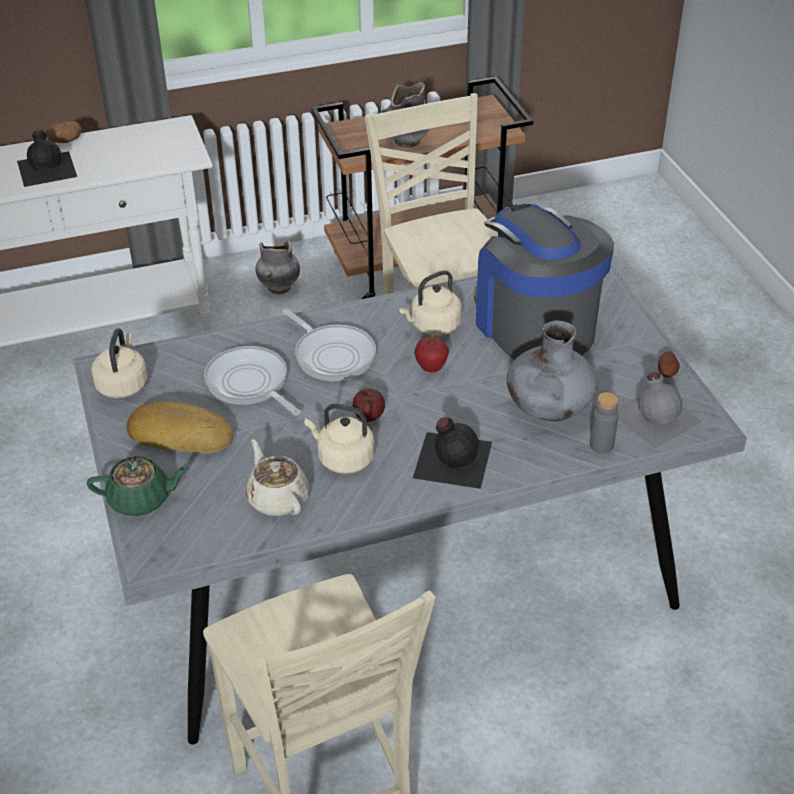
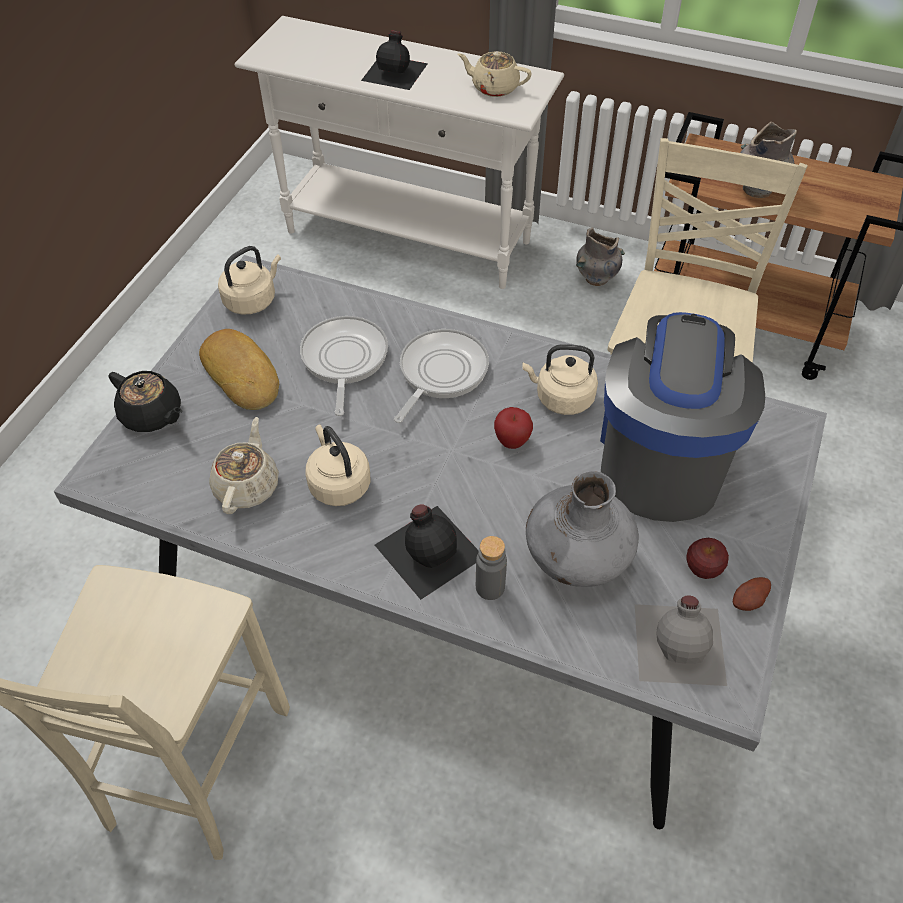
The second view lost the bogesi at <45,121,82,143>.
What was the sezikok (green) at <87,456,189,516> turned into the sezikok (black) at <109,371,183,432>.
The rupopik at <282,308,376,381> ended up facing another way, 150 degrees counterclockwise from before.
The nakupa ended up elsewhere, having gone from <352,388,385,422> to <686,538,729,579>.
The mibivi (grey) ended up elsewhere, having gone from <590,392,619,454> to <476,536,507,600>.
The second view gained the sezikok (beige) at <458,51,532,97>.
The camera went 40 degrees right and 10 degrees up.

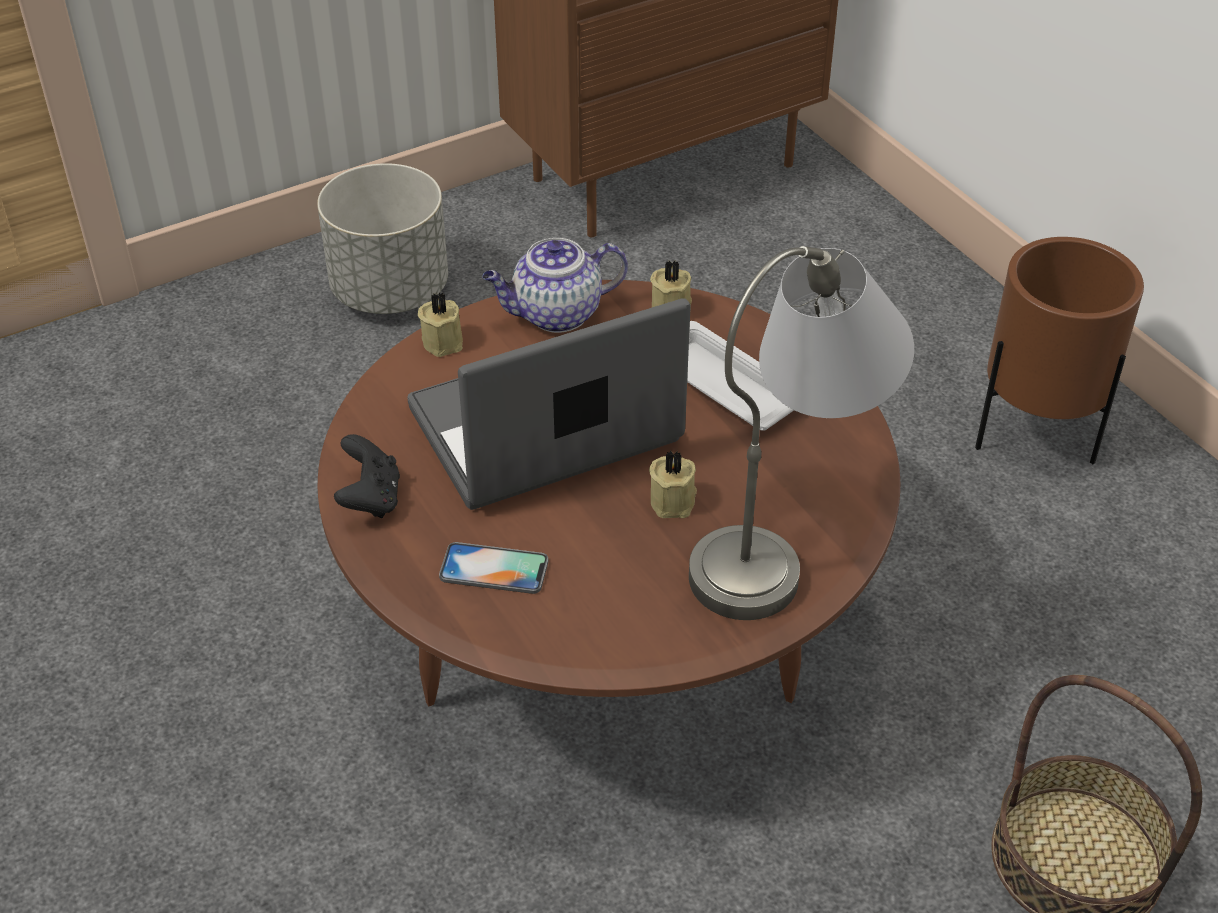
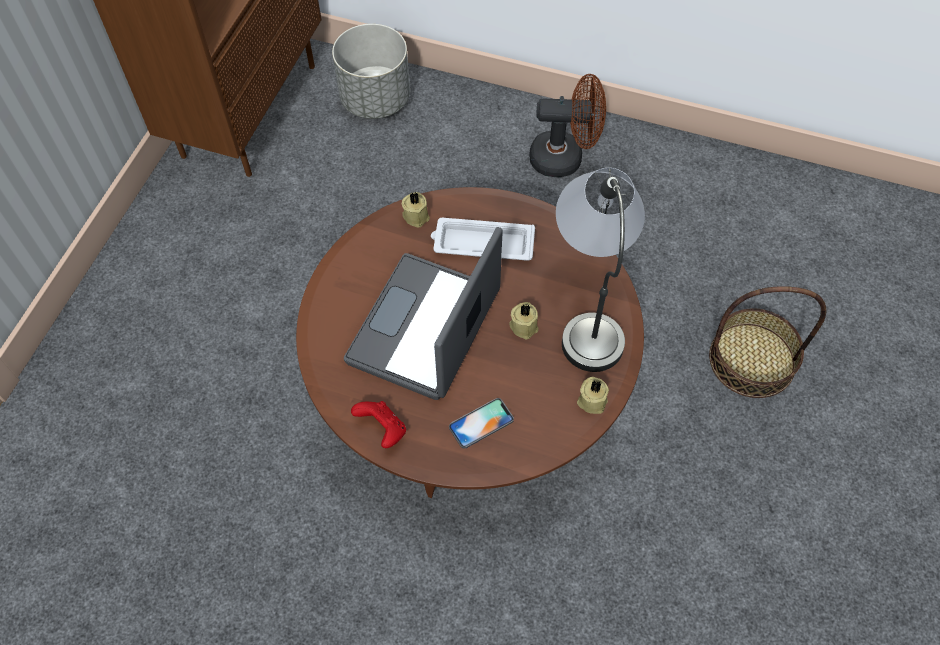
The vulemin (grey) ended up elsewhere, having gone from <317,163,448,314> to <332,24,410,119>.
What was the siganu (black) at <334,434,400,518> turned into the siganu (red) at <351,401,406,448>.
The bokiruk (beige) ended up elsewhere, having gone from <418,292,463,357> to <577,377,609,414>.
The second view lost the sezikok at <482,238,628,333>.
Where the vulemin (brown) stood at <975,237,1144,464>, the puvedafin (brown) came to stand at <529,74,606,177>.
The camera went 40 degrees left and 15 degrees up.

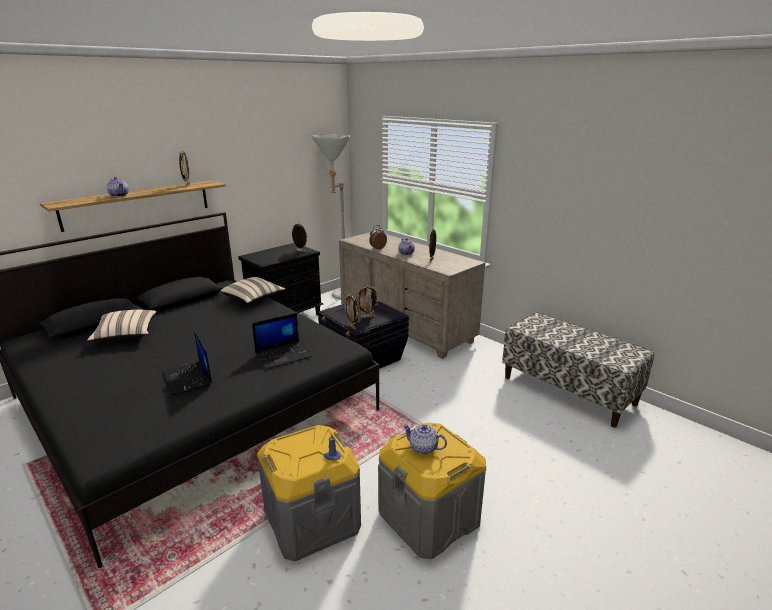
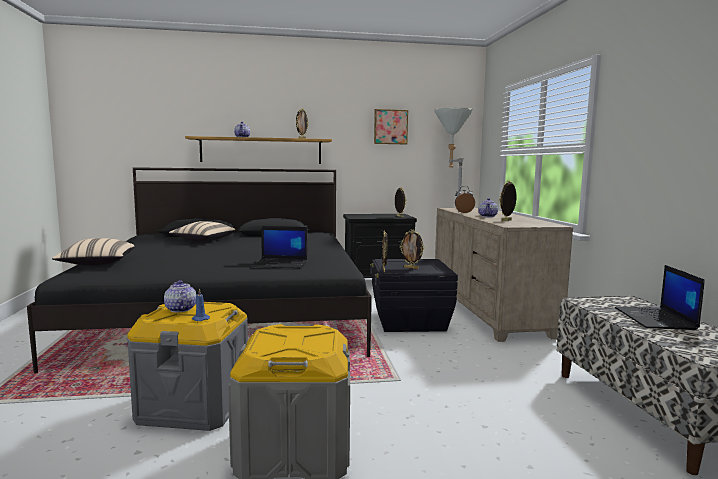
The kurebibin ended up elsewhere, having gone from <162,330,212,396> to <615,265,705,330>.
The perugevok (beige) ended up elsewhere, having gone from <220,277,285,303> to <52,238,135,266>.
The sezikok ended up elsewhere, having gone from <402,424,447,455> to <164,280,196,313>.
The second view gained the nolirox at <374,109,408,144>.
The camera went 35 degrees right and 15 degrees down.

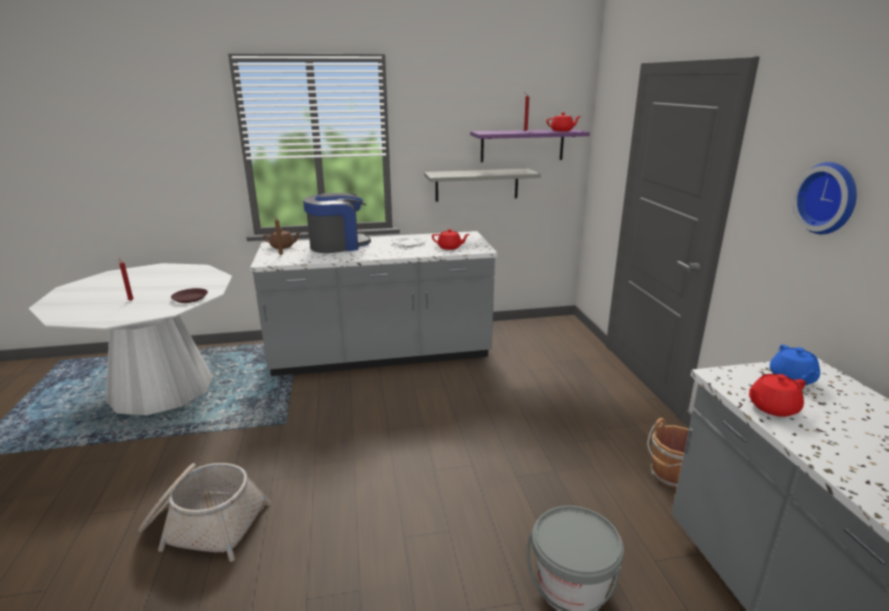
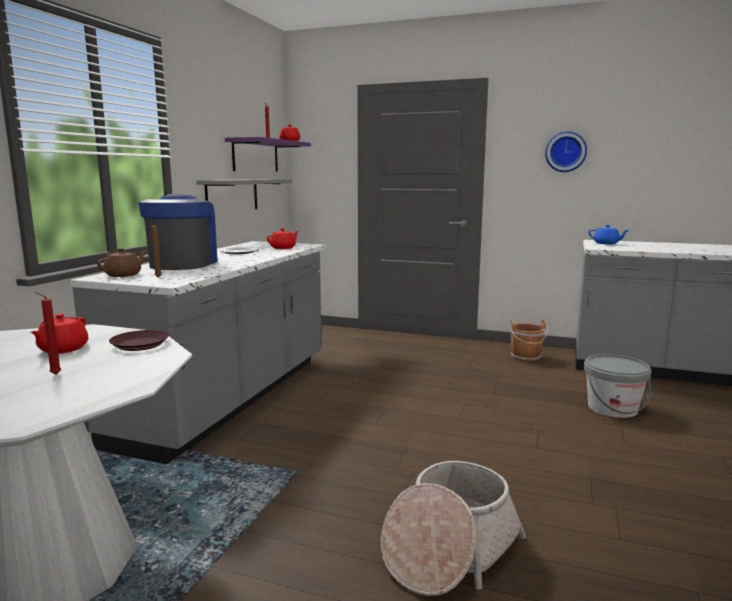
The sezikok (red) ended up elsewhere, having gone from <749,374,806,417> to <30,313,88,354>.
The camera went 60 degrees left and 10 degrees down.

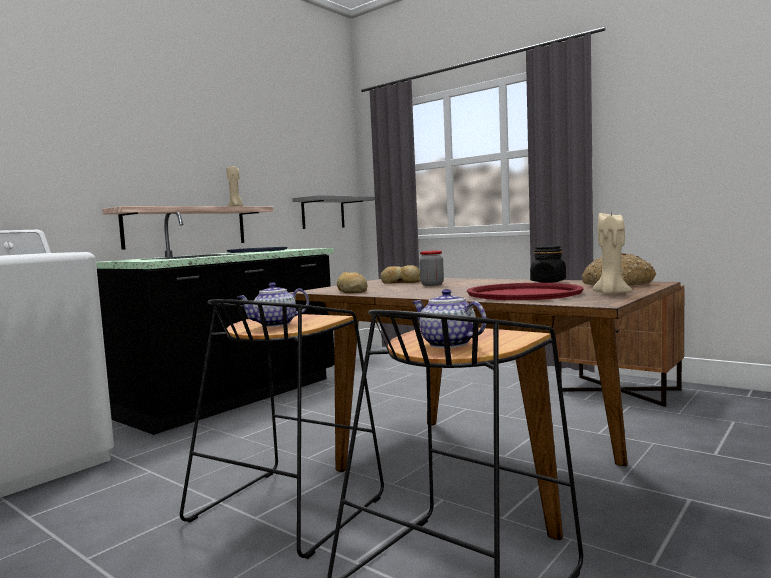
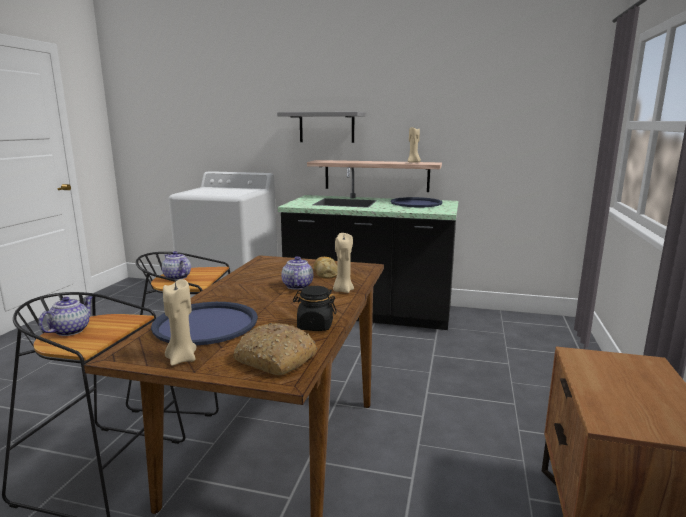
The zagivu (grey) ended up elsewhere, having gone from <292,195,375,229> to <277,112,365,143>.
The second view lost the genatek at <337,272,367,293>.
Where the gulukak stood at <419,250,444,286>, the sezikok came to stand at <281,256,313,290>.
What was the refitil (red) at <467,283,584,300> turned into the refitil (blue) at <151,302,258,345>.
The second view gained the bokiruk (beige) at <333,233,354,293>.
The camera went 65 degrees right and 10 degrees up.

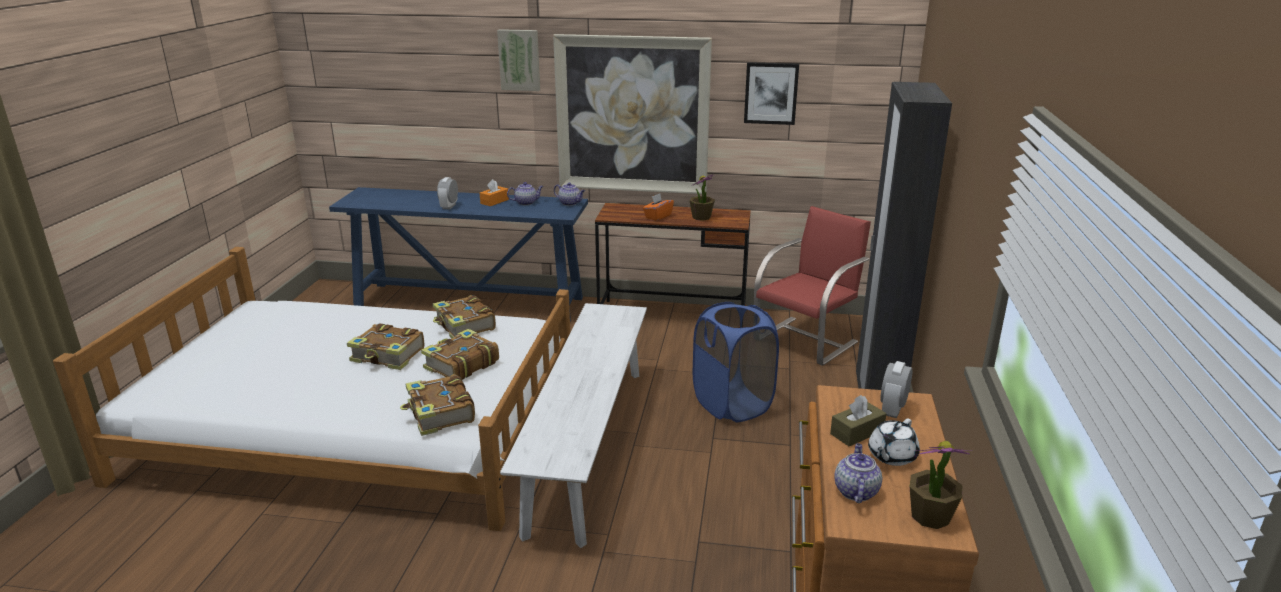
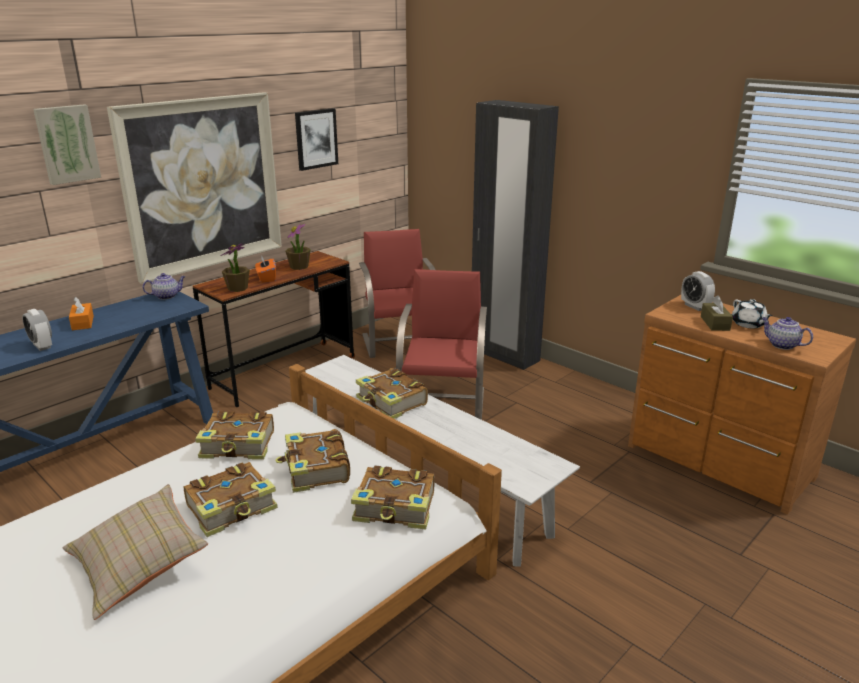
The second view lost the sezikok at <507,182,543,205>.
Where the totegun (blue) stood at <693,302,779,422>, the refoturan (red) came to stand at <396,269,487,420>.
The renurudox ended up elsewhere, having gone from <910,441,973,529> to <221,243,250,292>.
The second view gained the perugevok (beige) at <63,484,208,620>.
The second view gained the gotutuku at <356,368,428,419>.
The camera went 55 degrees left and 0 degrees up.

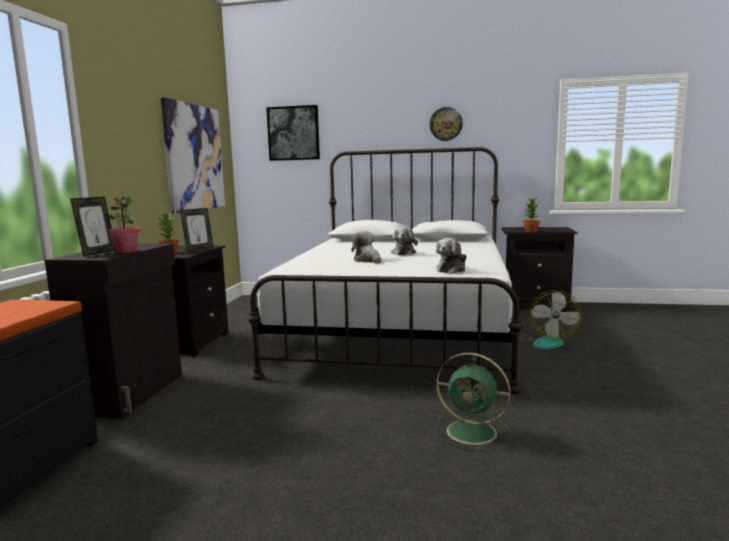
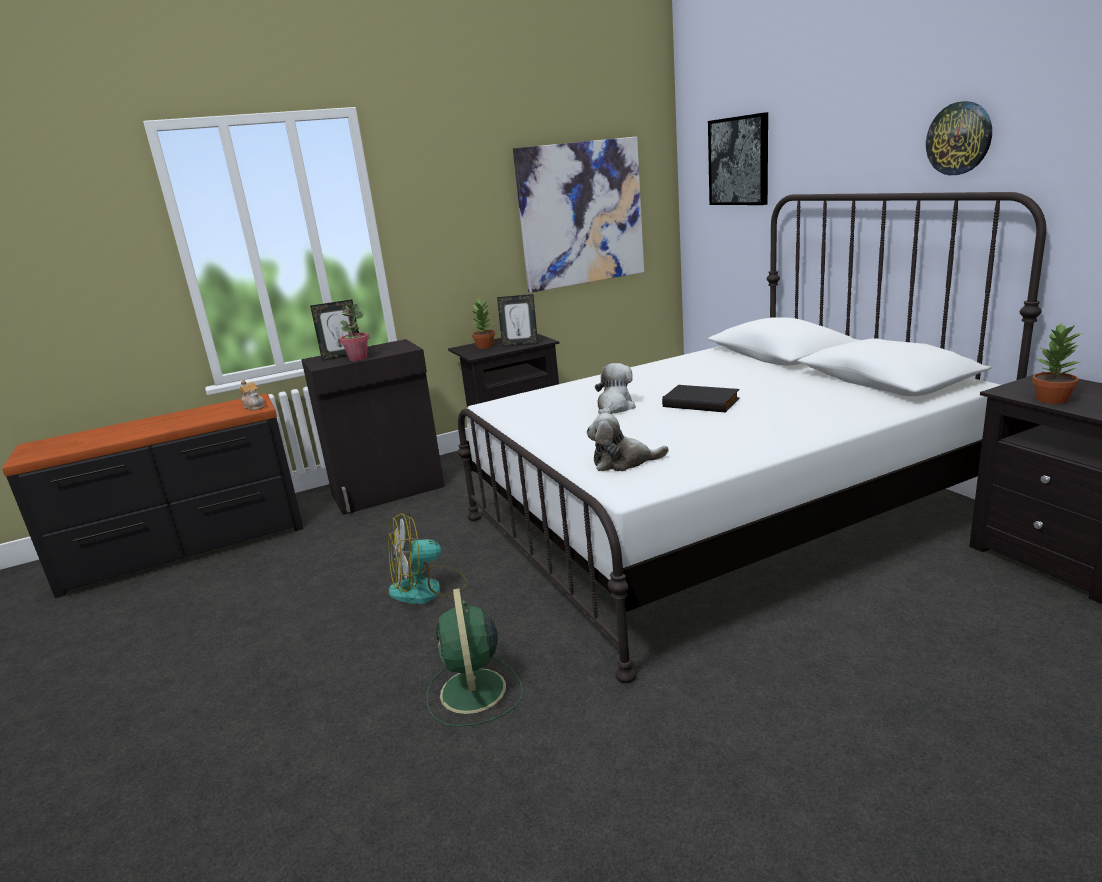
Where the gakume stood at <391,227,418,255>, the gotutuku (black) came to stand at <662,385,740,412>.
The puvedafin ended up elsewhere, having gone from <519,290,581,349> to <388,513,467,604>.
The second view gained the sezikok at <239,380,265,410>.
The camera went 55 degrees right and 10 degrees up.

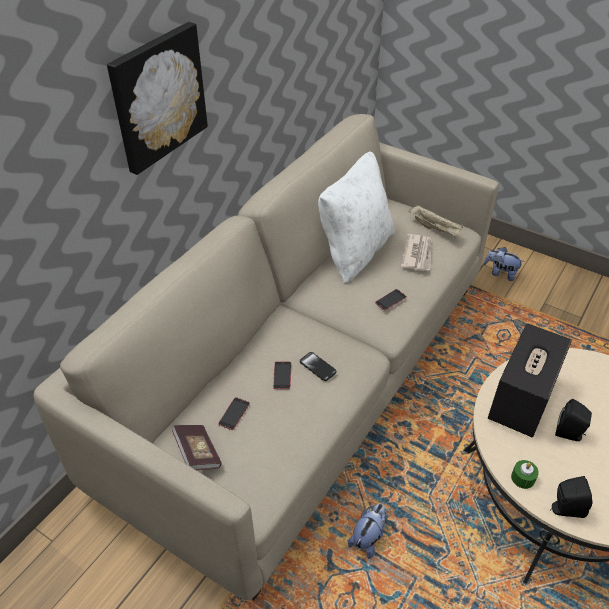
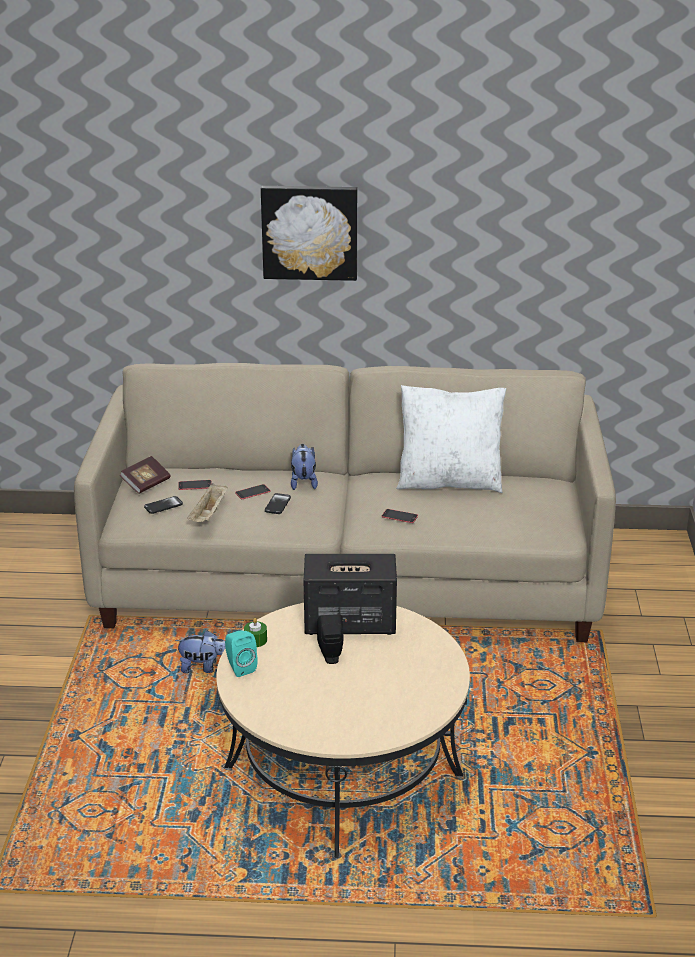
The second view lost the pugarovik at <401,234,432,271>.
The refitil (beige) ended up elsewhere, having gone from <408,205,463,236> to <187,483,228,522>.
The gakume ended up elsewhere, having gone from <483,247,525,281> to <291,444,318,490>.
What was the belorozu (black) at <550,476,593,518> turned into the belorozu (turquoise) at <225,631,258,677>.
The second view gained the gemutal at <144,496,183,514>.
The camera went 60 degrees right and 15 degrees down.

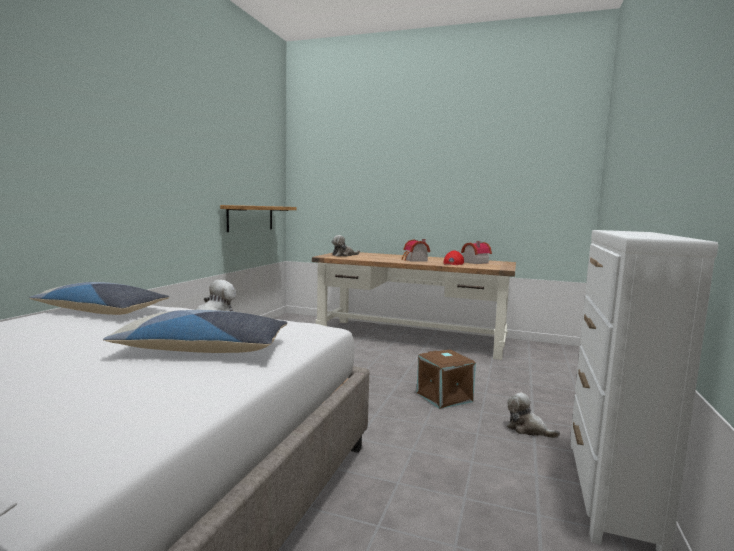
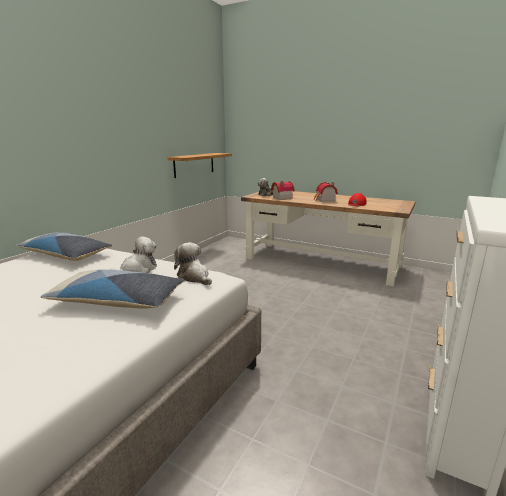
The second view lost the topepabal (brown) at <417,350,476,409>.
The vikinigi ended up elsewhere, having gone from <461,241,492,264> to <271,181,295,200>.
The gakume ended up elsewhere, having gone from <507,393,560,438> to <174,242,212,285>.
The camera went 10 degrees right and 10 degrees up.

